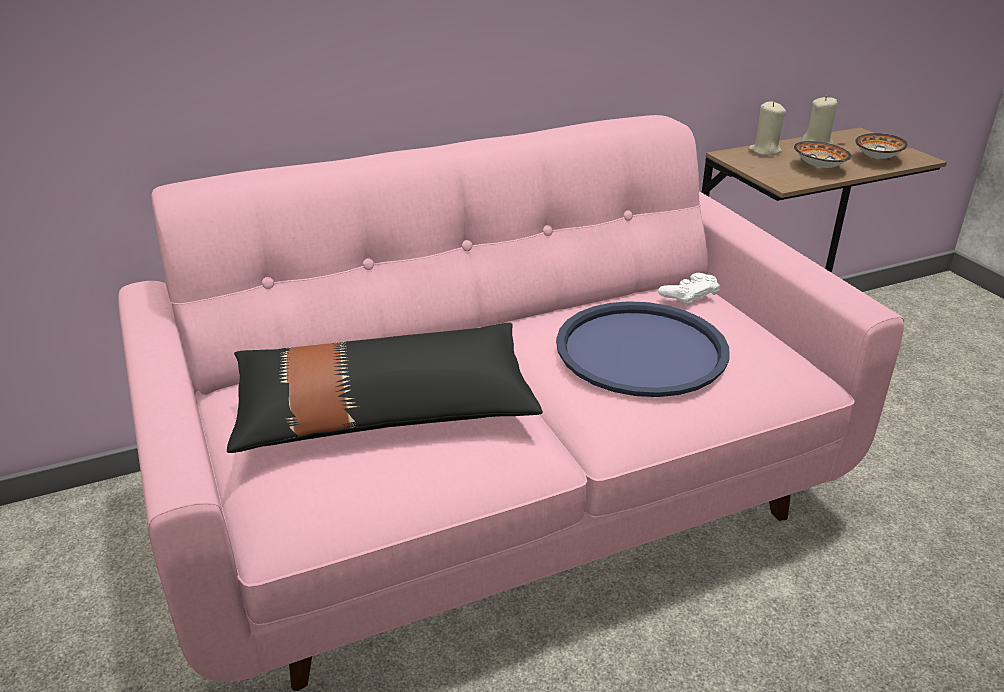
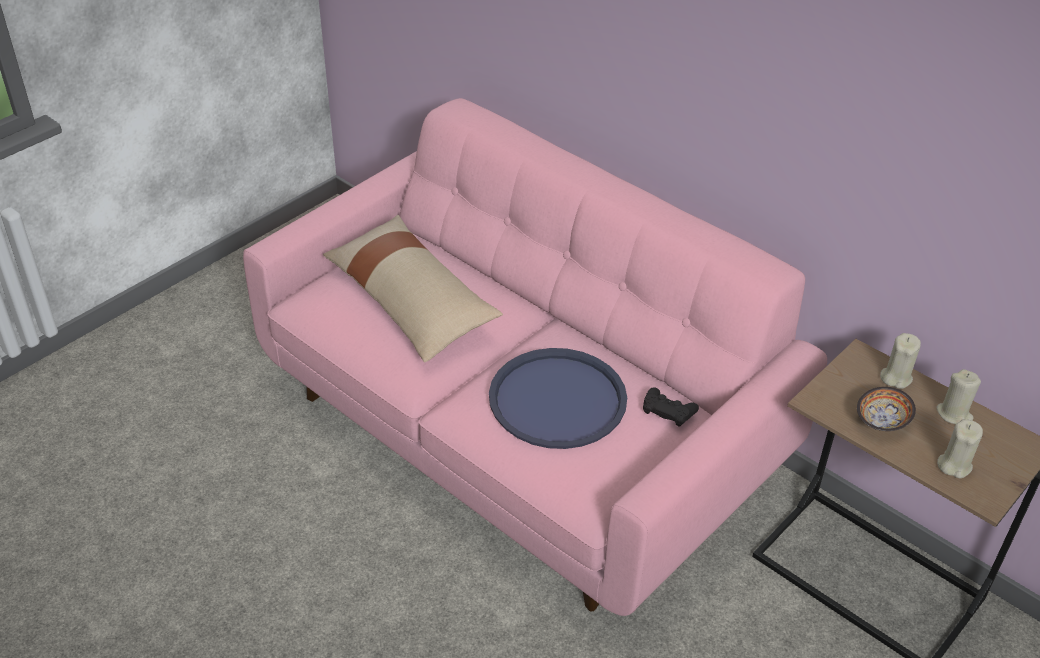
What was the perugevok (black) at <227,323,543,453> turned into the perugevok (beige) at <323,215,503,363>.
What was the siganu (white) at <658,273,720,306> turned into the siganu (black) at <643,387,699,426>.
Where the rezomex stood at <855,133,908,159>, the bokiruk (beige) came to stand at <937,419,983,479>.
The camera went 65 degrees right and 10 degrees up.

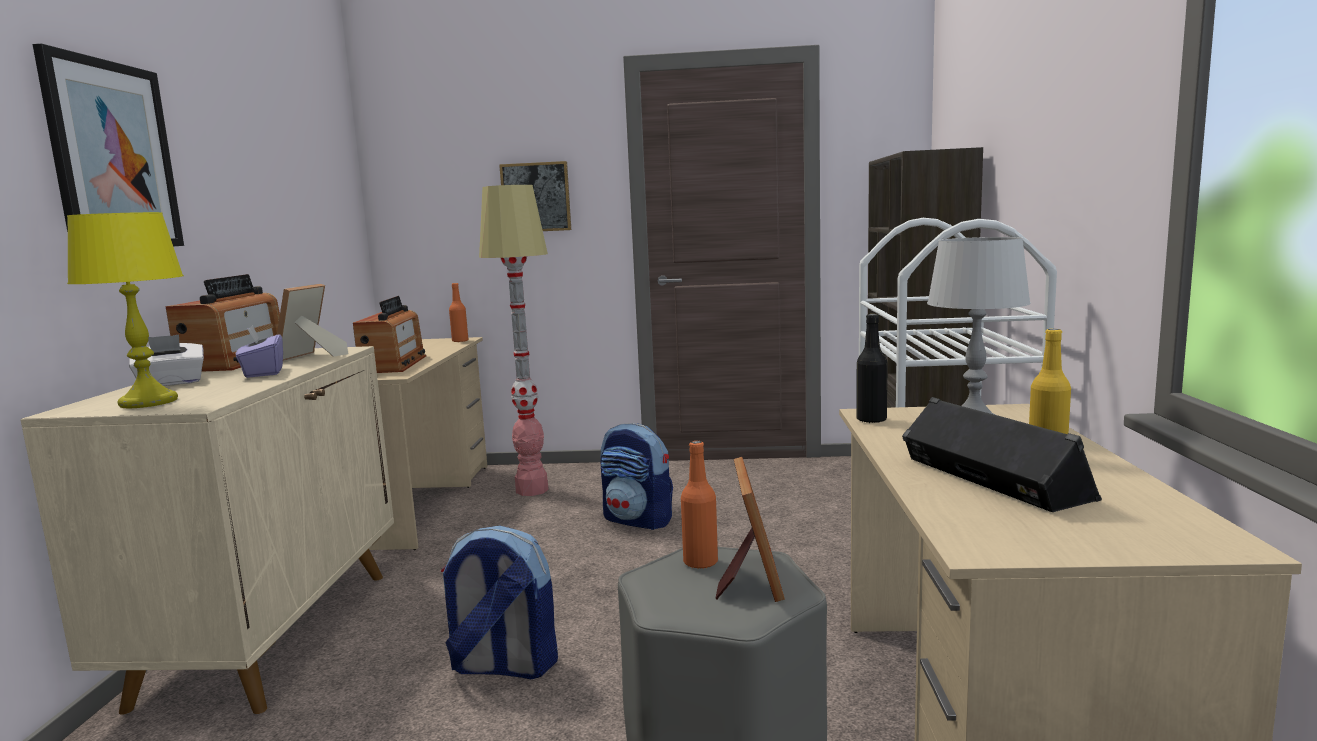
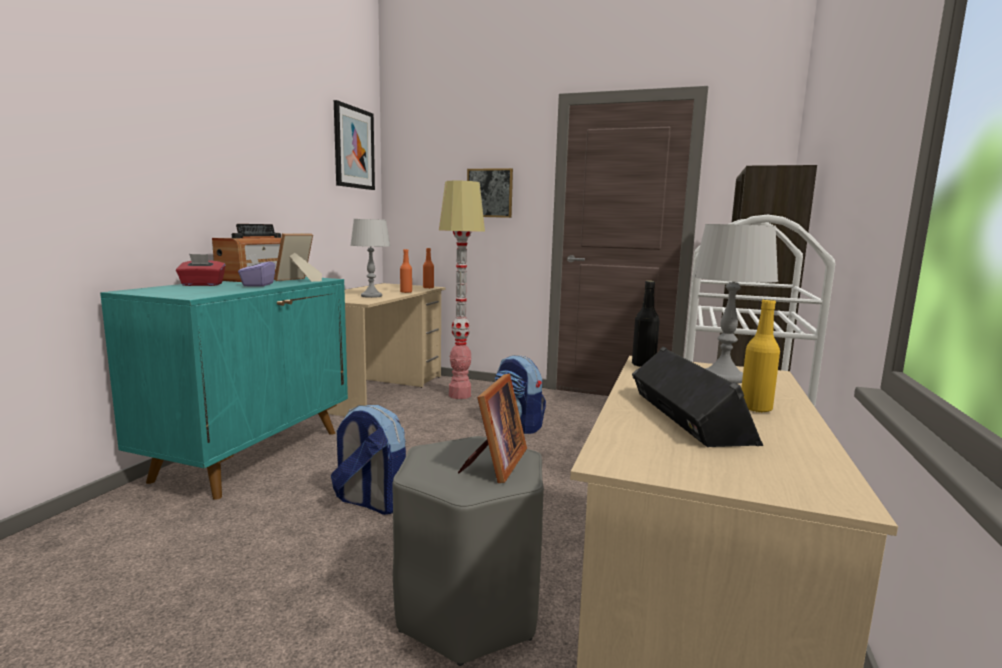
What was the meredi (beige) at <20,346,394,715> turned into the meredi (turquoise) at <100,277,348,500>.
The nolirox ended up elsewhere, having gone from <33,43,184,246> to <334,100,375,190>.
The second view lost the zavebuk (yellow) at <67,212,184,408>.
What was the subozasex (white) at <129,334,204,386> turned into the subozasex (red) at <176,254,225,286>.
Where the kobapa stood at <353,296,426,373>, the zavebuk (grey) came to stand at <350,219,390,298>.
The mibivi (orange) ended up elsewhere, having gone from <681,441,718,569> to <400,249,412,293>.
The camera went 15 degrees right and 0 degrees up.

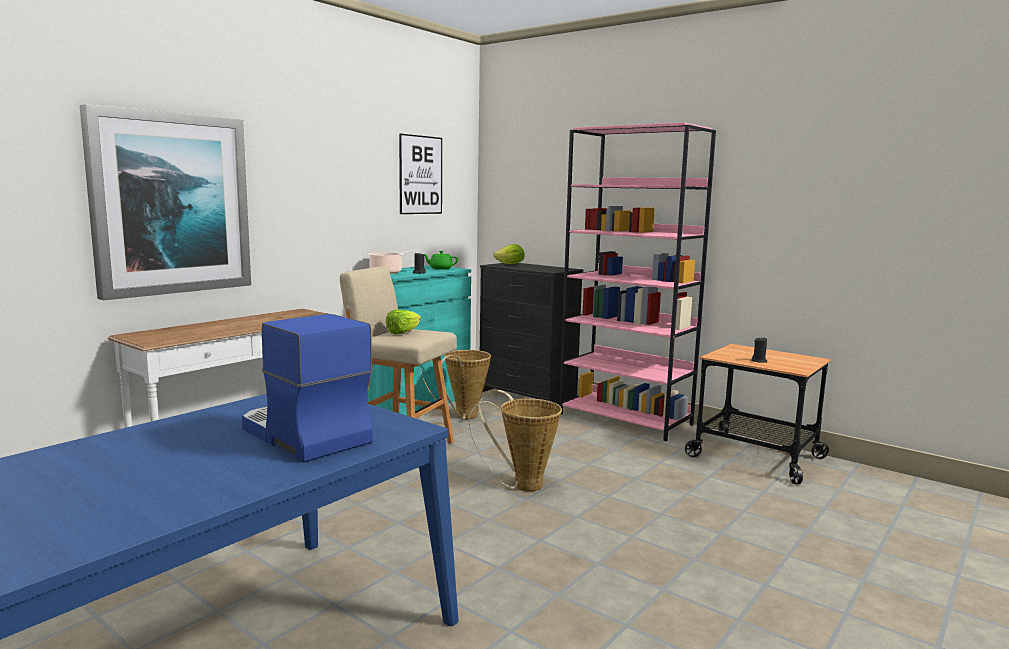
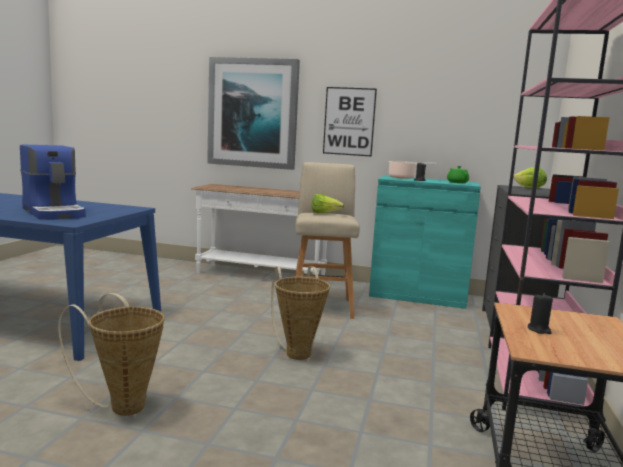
The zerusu at <242,314,373,462> ended up facing another way, 120 degrees clockwise from before.
The nolirox ended up elsewhere, having gone from <399,134,442,214> to <323,87,377,157>.
The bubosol ended up elsewhere, having gone from <420,350,491,419> to <58,293,165,416>.
The camera went 65 degrees right and 0 degrees up.

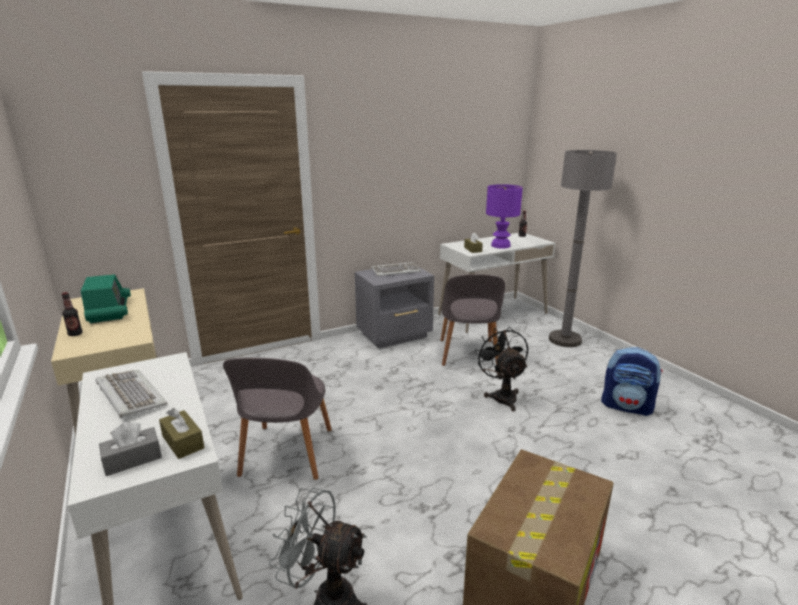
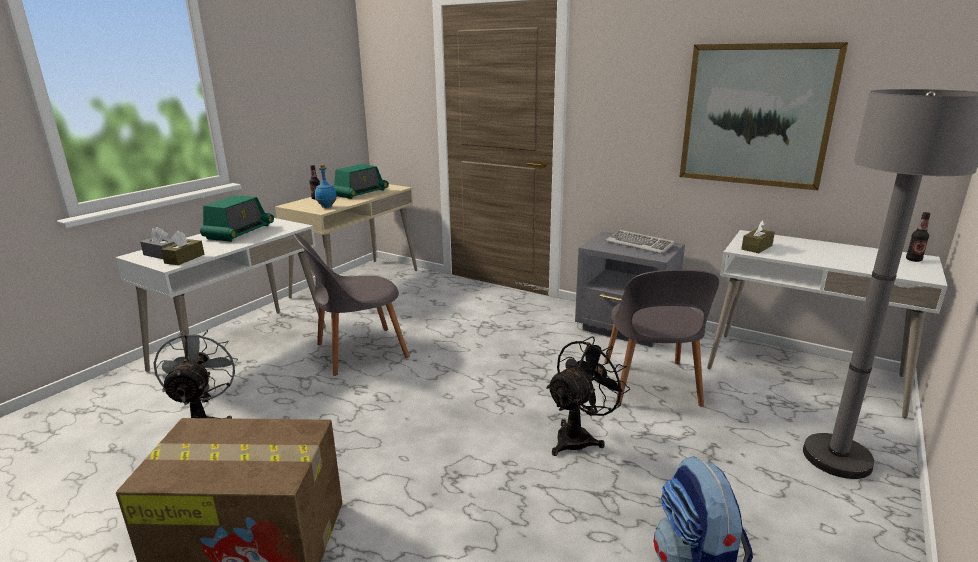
Where the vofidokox stood at <95,370,168,418>, the kobapa came to stand at <200,195,274,242>.
The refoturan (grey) at <440,274,505,366> ended up facing another way, 60 degrees counterclockwise from before.
The second view lost the zavebuk (purple) at <486,184,523,249>.
The second view gained the mibivi (blue) at <315,165,337,208>.
The second view gained the nolirox at <679,42,848,190>.
The camera went 60 degrees right and 0 degrees up.

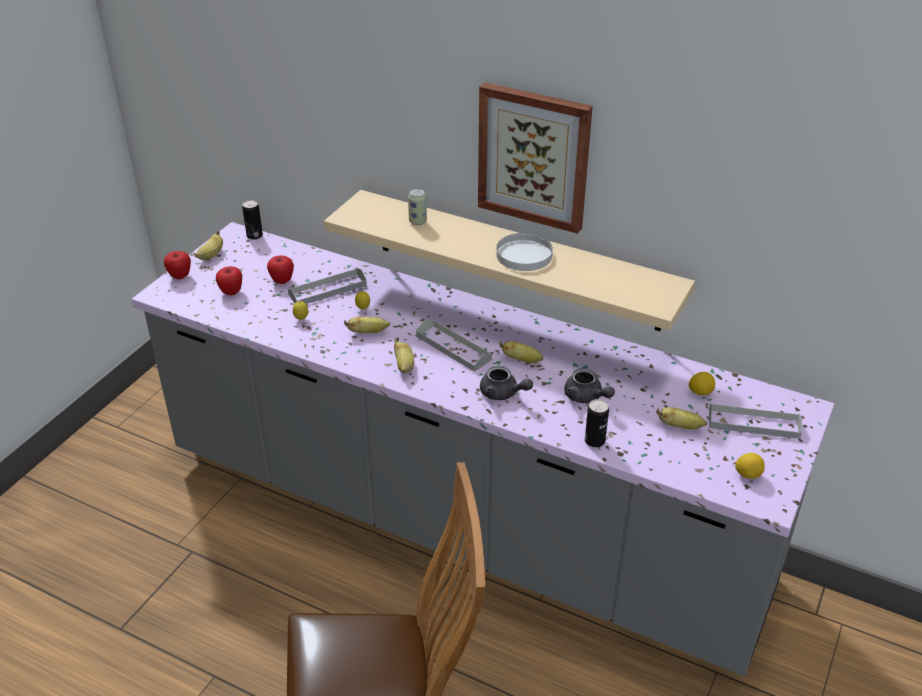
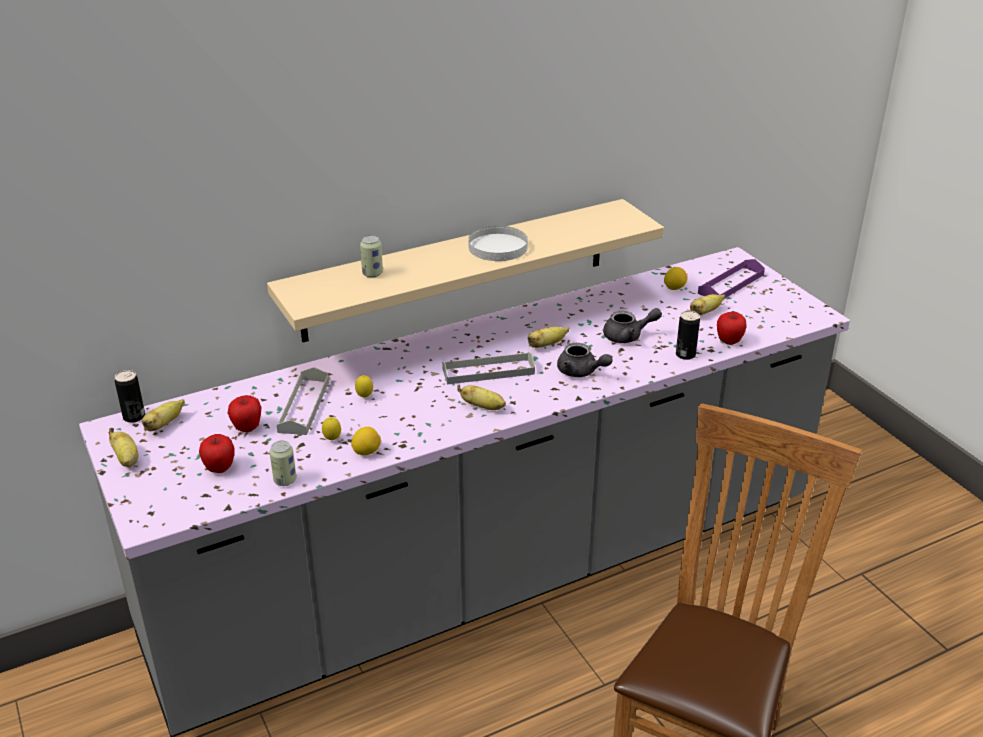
The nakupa ended up elsewhere, having gone from <164,251,191,279> to <717,312,746,345>.
The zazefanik ended up elsewhere, having gone from <344,317,390,333> to <142,399,185,431>.
The second view lost the nolirox at <478,82,593,234>.
The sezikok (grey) at <480,366,533,400> ended up facing another way, 60 degrees clockwise from before.
What was the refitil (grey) at <709,403,802,439> turned into the refitil (purple) at <698,259,765,299>.
The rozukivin ended up elsewhere, having gone from <735,453,765,479> to <351,427,381,455>.
The second view gained the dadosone at <270,441,296,486>.
The camera went 55 degrees left and 5 degrees down.

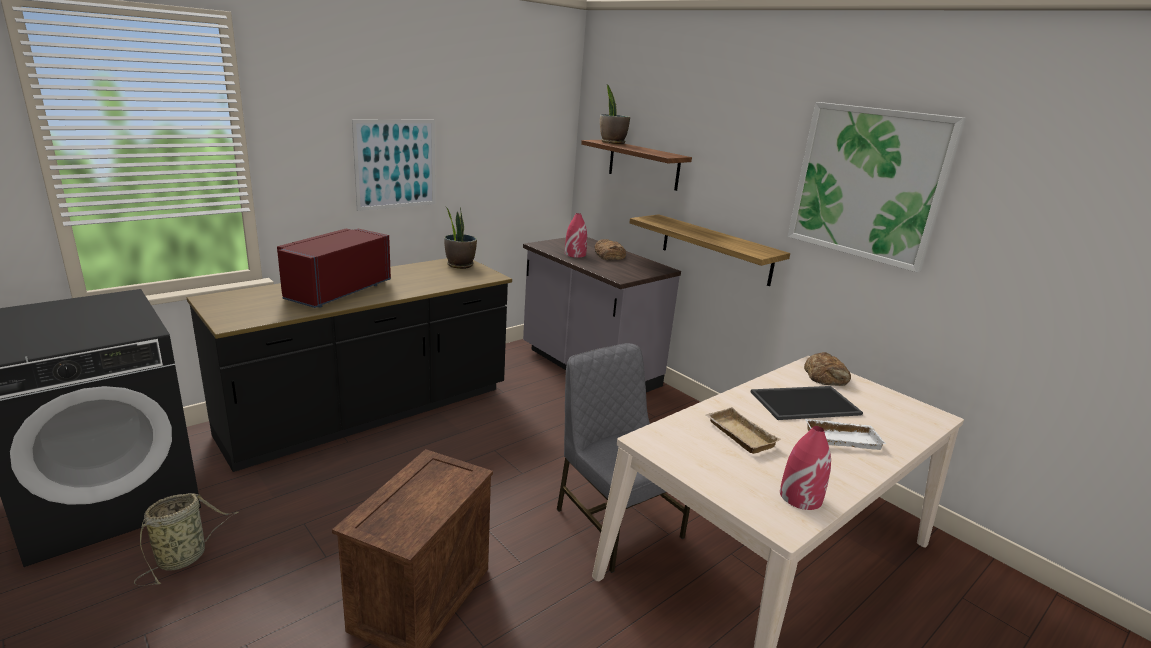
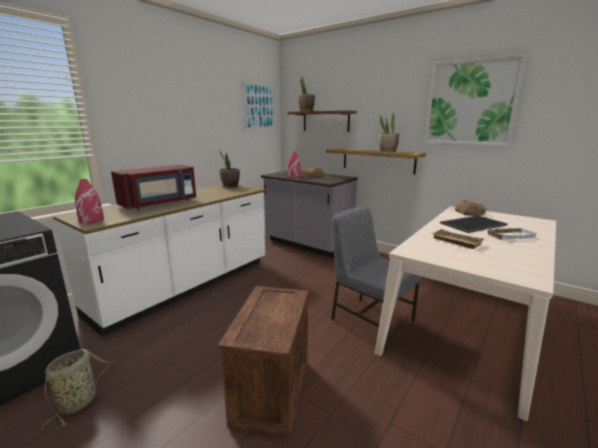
What was the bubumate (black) at <187,258,512,472> turned into the bubumate (white) at <53,185,266,336>.
The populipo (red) at <277,229,391,308> ended up facing another way, 150 degrees counterclockwise from before.
The nolirox ended up elsewhere, having gone from <352,120,435,211> to <243,81,275,130>.
The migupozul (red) ended up elsewhere, having gone from <780,426,831,510> to <75,179,104,224>.
The second view gained the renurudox at <379,113,399,152>.
The camera went 10 degrees left and 5 degrees down.

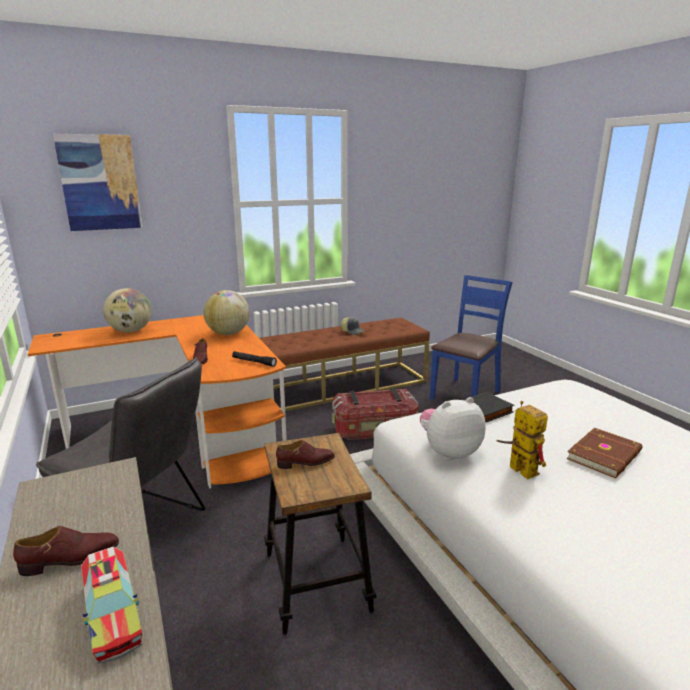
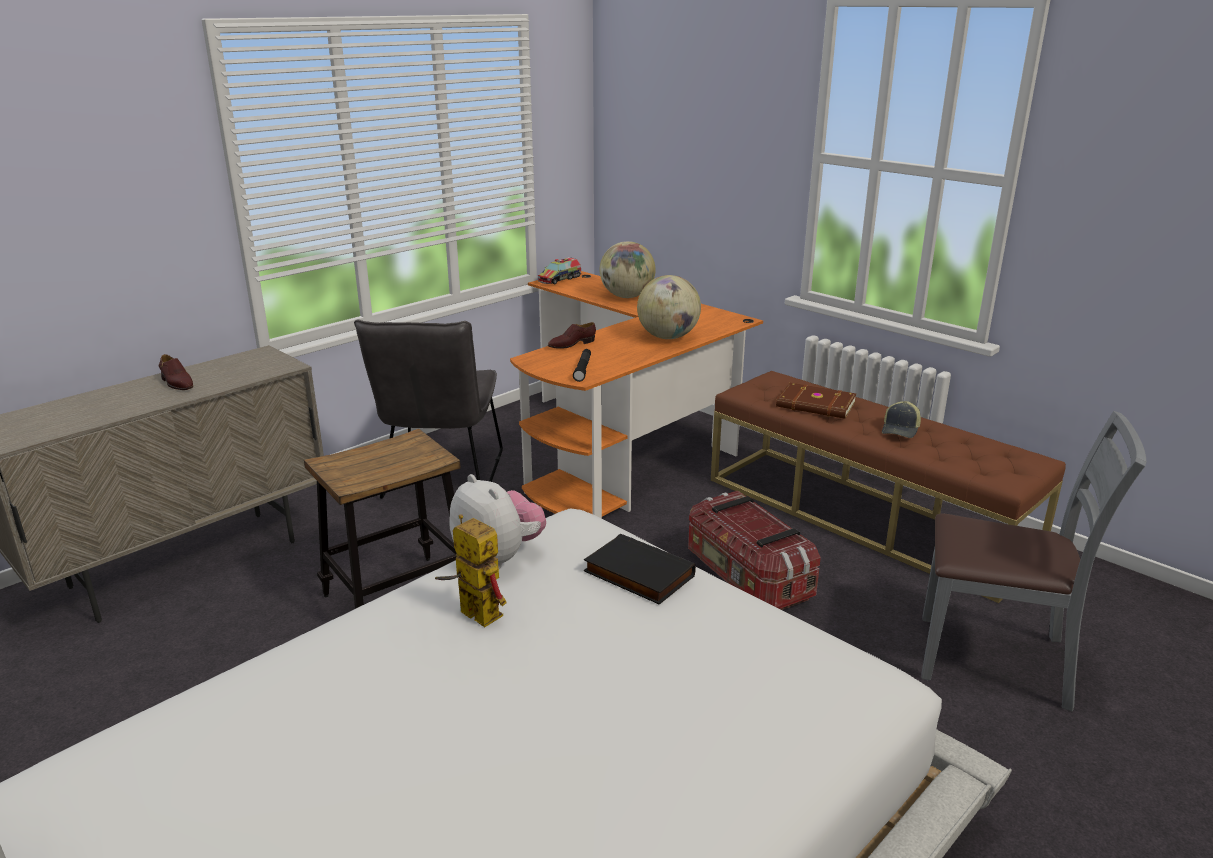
The second view lost the nolirox at <53,134,142,231>.
The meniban ended up elsewhere, having gone from <81,547,142,664> to <538,257,581,284>.
The second view lost the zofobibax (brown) at <276,440,335,469>.
What was the refoturan (blue) at <430,275,513,400> turned into the refoturan (grey) at <921,411,1146,711>.
The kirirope at <497,401,548,479> ended up facing another way, 90 degrees counterclockwise from before.
The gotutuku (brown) ended up elsewhere, having gone from <566,427,642,478> to <776,383,856,419>.
The camera went 70 degrees right and 5 degrees up.

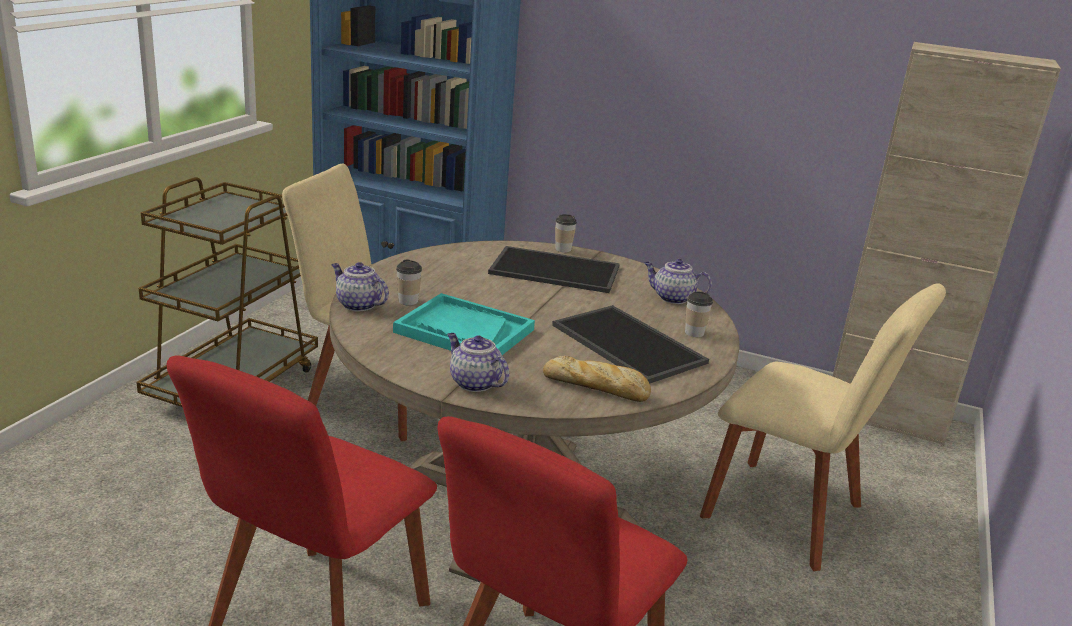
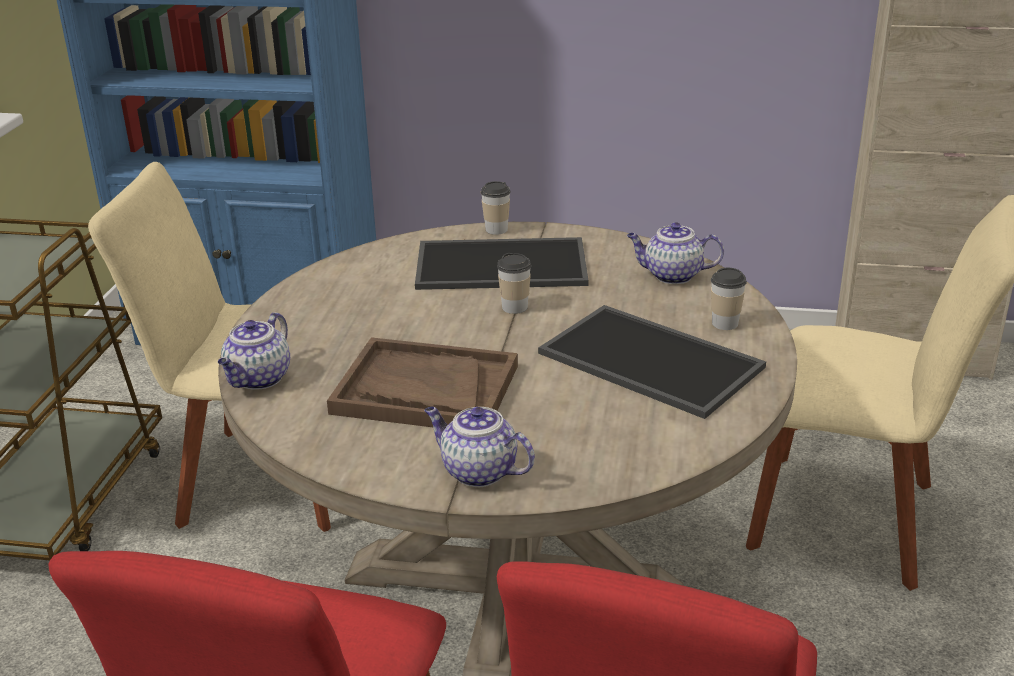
The sezikok at <331,262,389,311> ended up facing another way, 90 degrees counterclockwise from before.
What was the refitil (turquoise) at <393,293,535,355> turned into the refitil (brown) at <327,337,518,427>.
The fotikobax ended up elsewhere, having gone from <396,259,422,305> to <497,253,531,314>.
The second view lost the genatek at <543,356,651,402>.
The camera went 10 degrees left and 5 degrees up.

